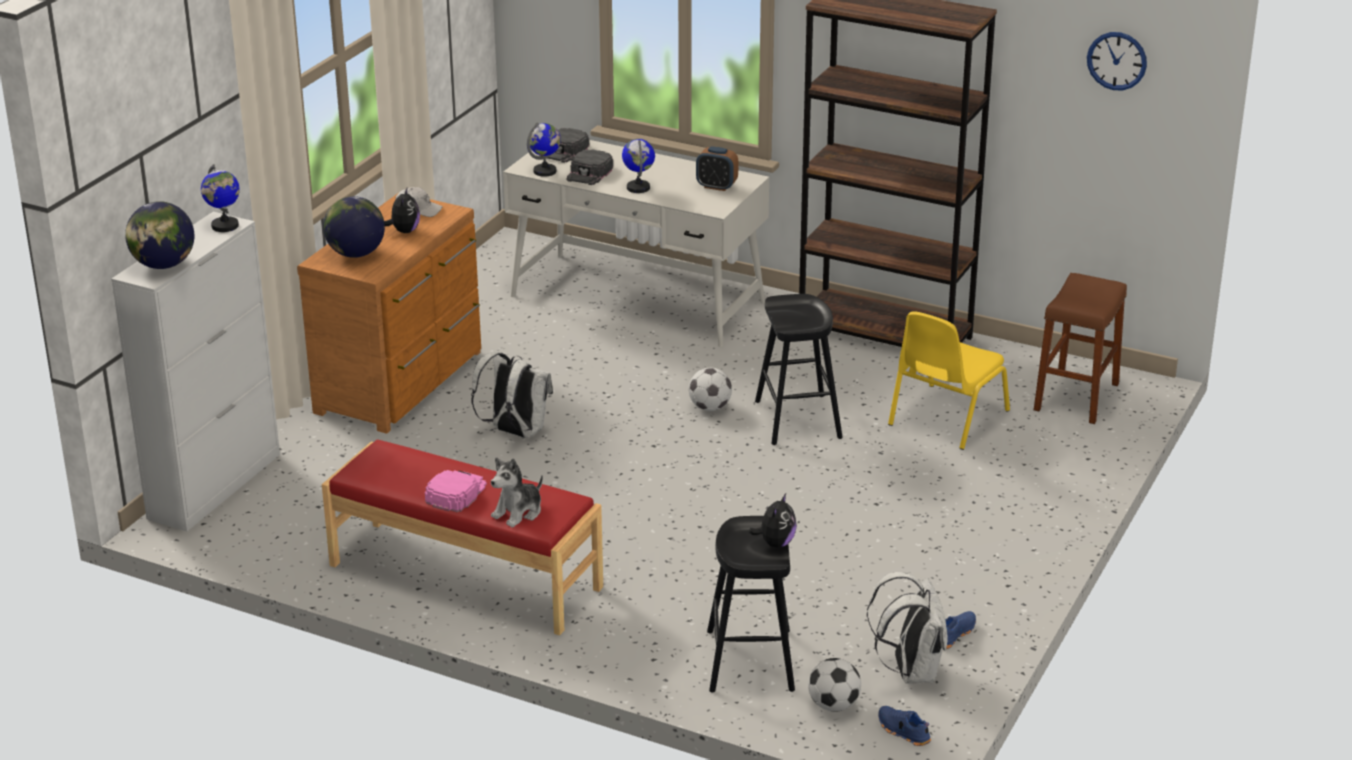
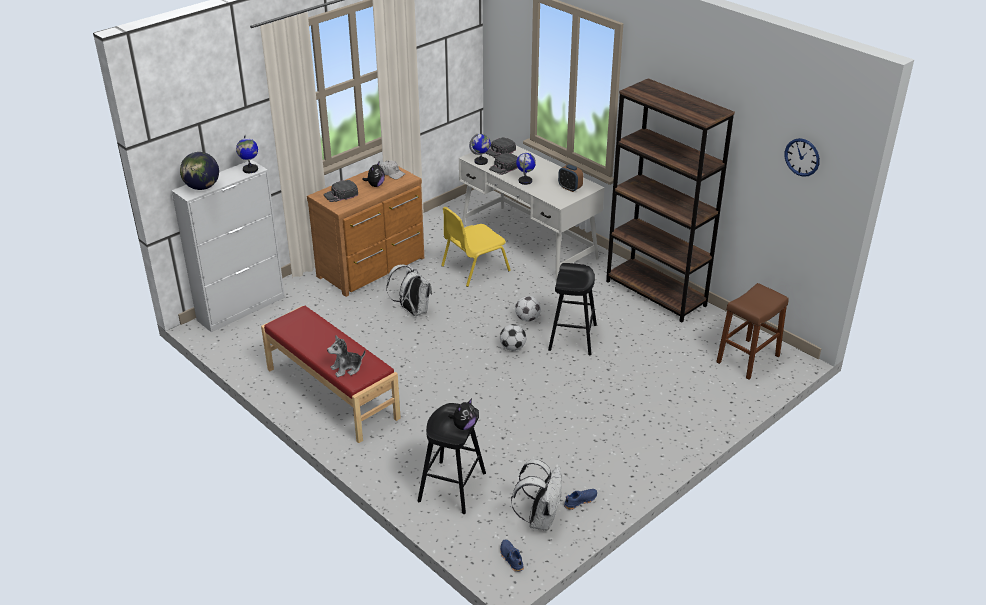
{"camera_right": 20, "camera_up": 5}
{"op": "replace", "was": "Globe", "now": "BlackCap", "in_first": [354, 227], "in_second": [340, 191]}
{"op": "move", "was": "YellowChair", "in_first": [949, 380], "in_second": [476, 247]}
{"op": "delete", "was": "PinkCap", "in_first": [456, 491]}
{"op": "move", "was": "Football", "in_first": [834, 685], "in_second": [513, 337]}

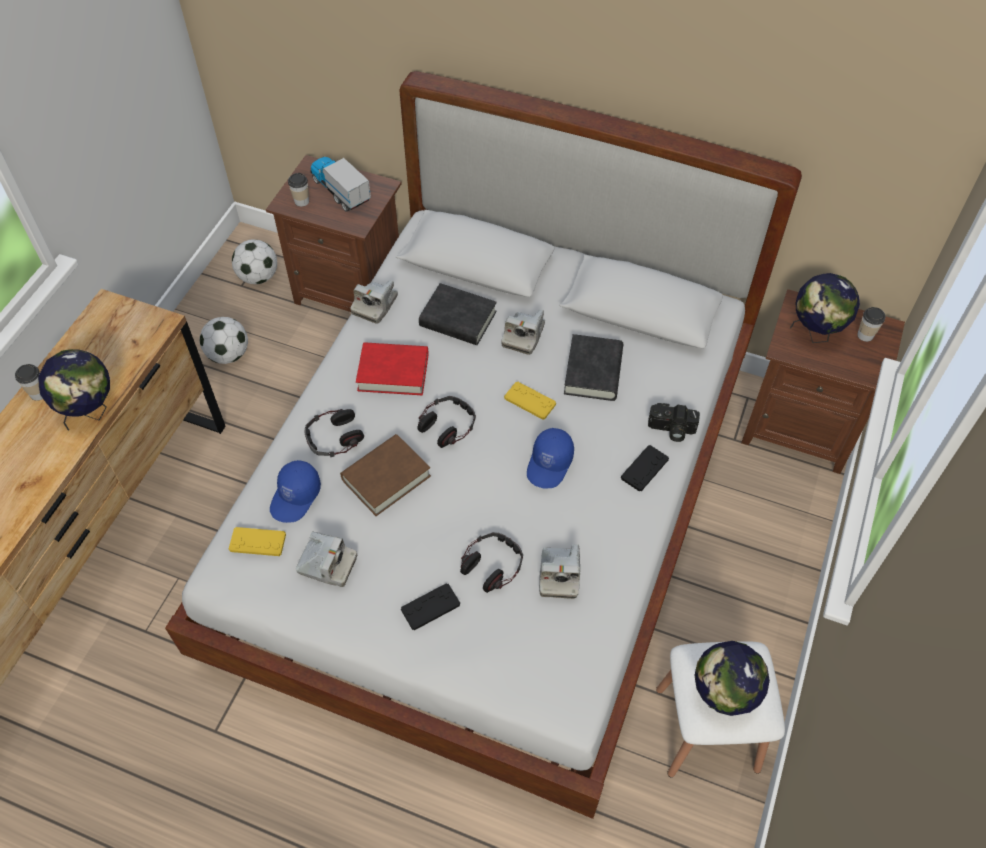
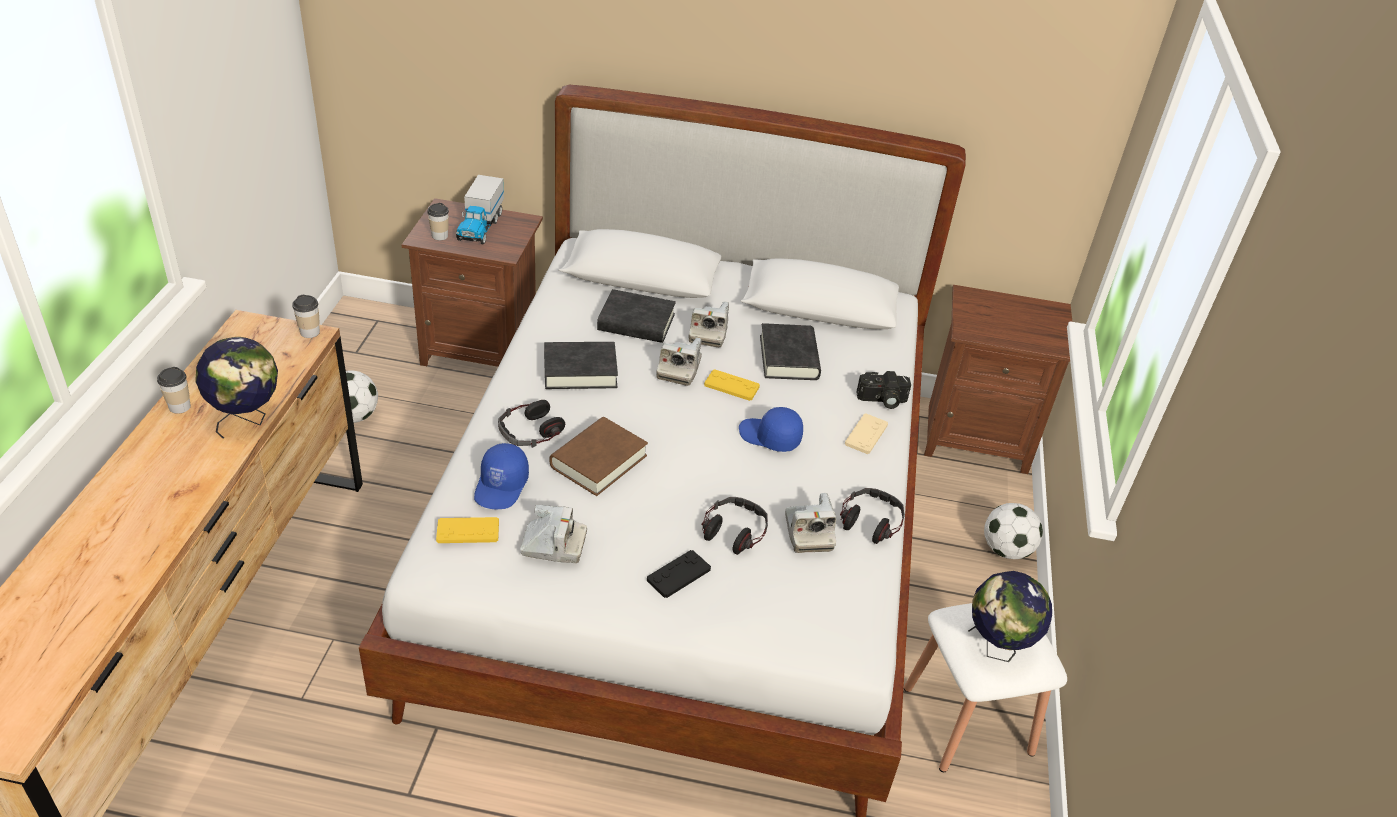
{"camera_right": -15, "camera_up": -15}
{"op": "rotate", "was": "ToyTruck", "in_first": [340, 184], "in_second": [480, 209], "clockwise": -120}
{"op": "move", "was": "Football", "in_first": [254, 261], "in_second": [1013, 531]}
{"op": "delete", "was": "Globe", "in_first": [825, 308]}
{"op": "move", "was": "PhotoCamera", "in_first": [374, 302], "in_second": [679, 362]}
{"op": "move", "was": "Cup", "in_first": [871, 324], "in_second": [306, 316]}
{"op": "recolor", "was": "RedBook", "now": "BlackBook", "in_first": [392, 368], "in_second": [581, 365]}
{"op": "move", "was": "Headphones", "in_first": [446, 422], "in_second": [872, 516]}
{"op": "rotate", "was": "BlueCap", "in_first": [550, 458], "in_second": [771, 429], "clockwise": 105}
{"op": "recolor", "was": "BlackGameController", "now": "BeigeGameController", "in_first": [645, 468], "in_second": [866, 434]}

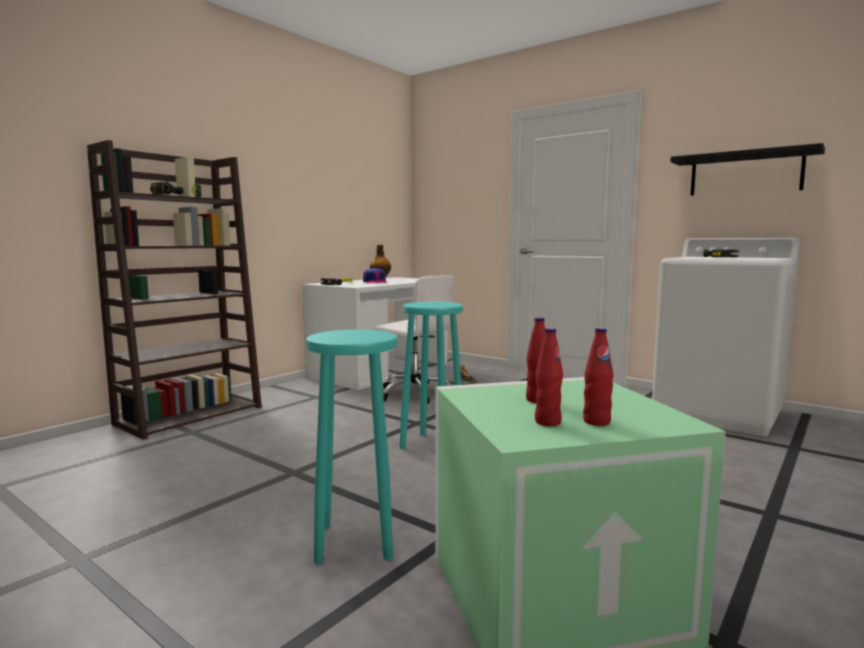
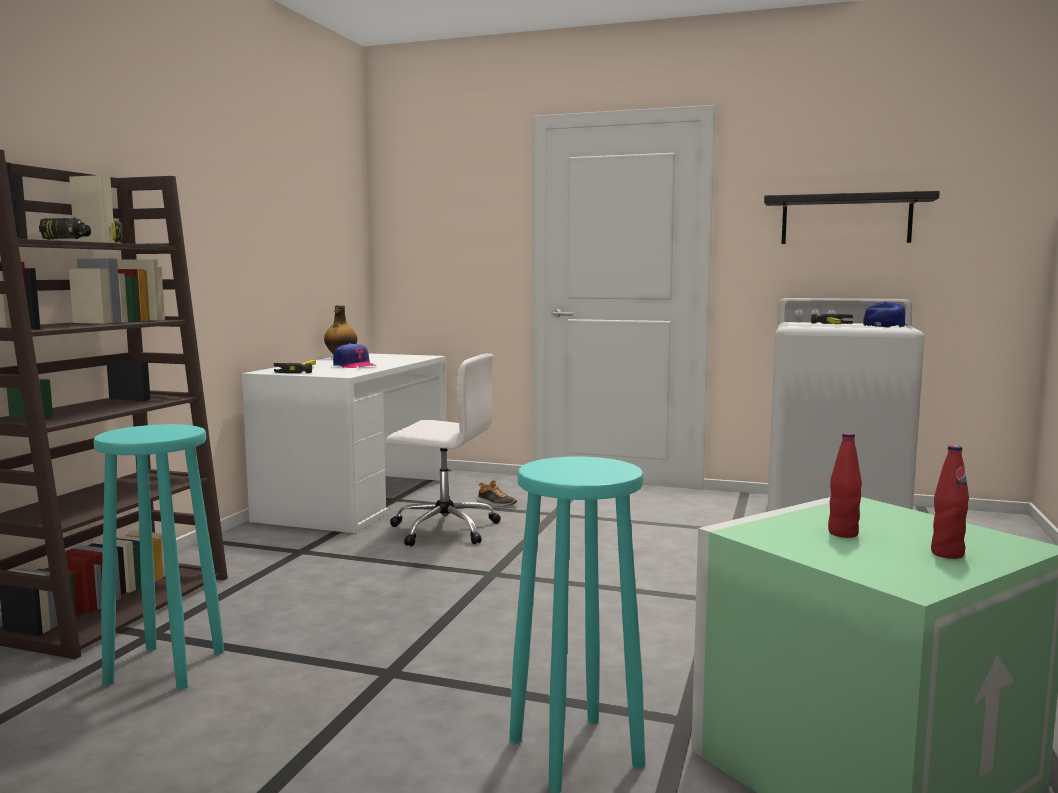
{"camera_right": -20, "camera_up": 0}
{"op": "move", "was": "TurquoiseStool", "in_first": [431, 375], "in_second": [159, 557]}
{"op": "delete", "was": "RedBottle", "in_first": [549, 377]}
{"op": "insert", "now": "Cap", "in_second": [885, 314]}

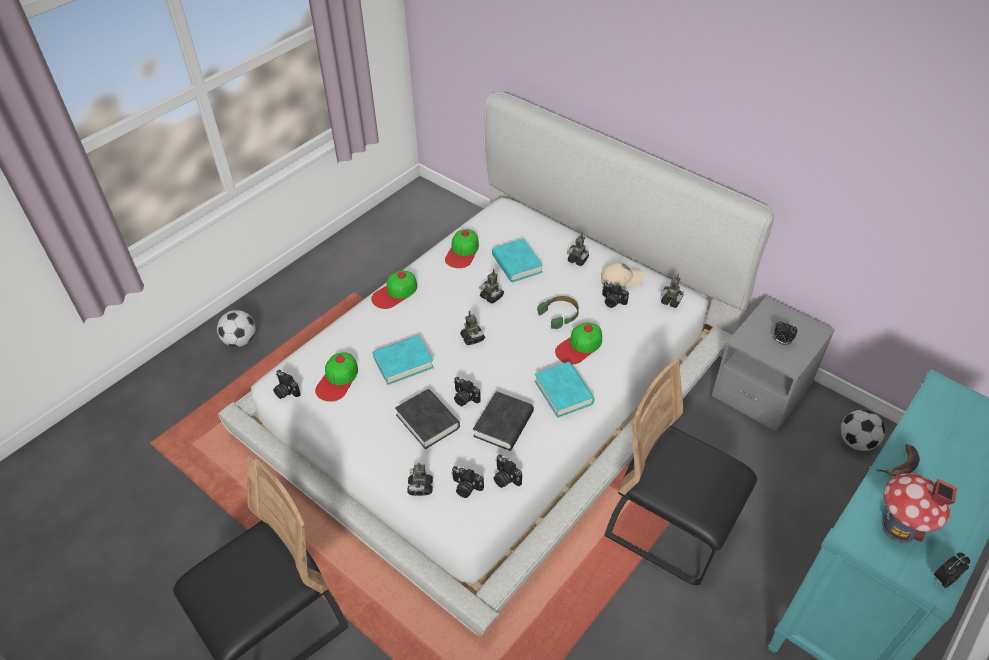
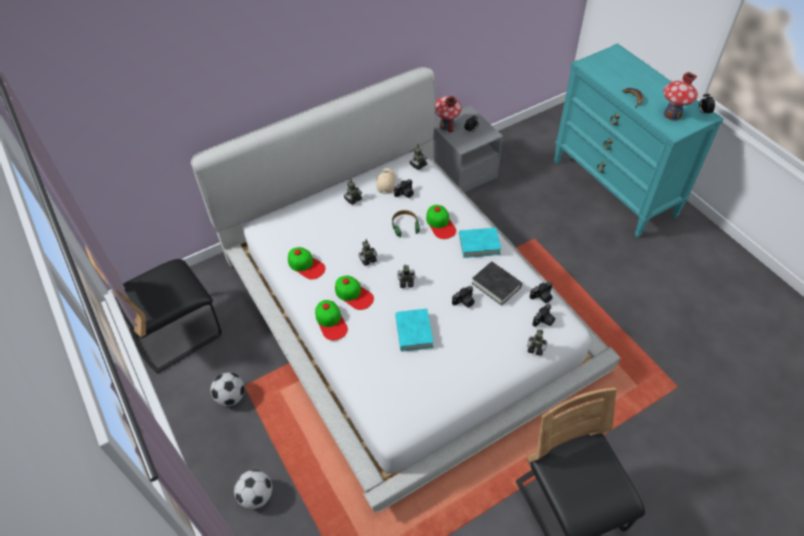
{"camera_right": -70, "camera_up": 5}
{"op": "delete", "was": "TurquoiseBook", "in_first": [517, 260]}
{"op": "move", "was": "Cap", "in_first": [336, 377], "in_second": [354, 293]}
{"op": "move", "was": "BlackChair", "in_first": [680, 472], "in_second": [153, 309]}
{"op": "delete", "was": "PhotoCamera", "in_first": [287, 384]}
{"op": "delete", "was": "BlackBook", "in_first": [427, 419]}
{"op": "move", "was": "Football", "in_first": [862, 430], "in_second": [227, 389]}
{"op": "insert", "now": "ToyHouse", "in_second": [448, 114]}

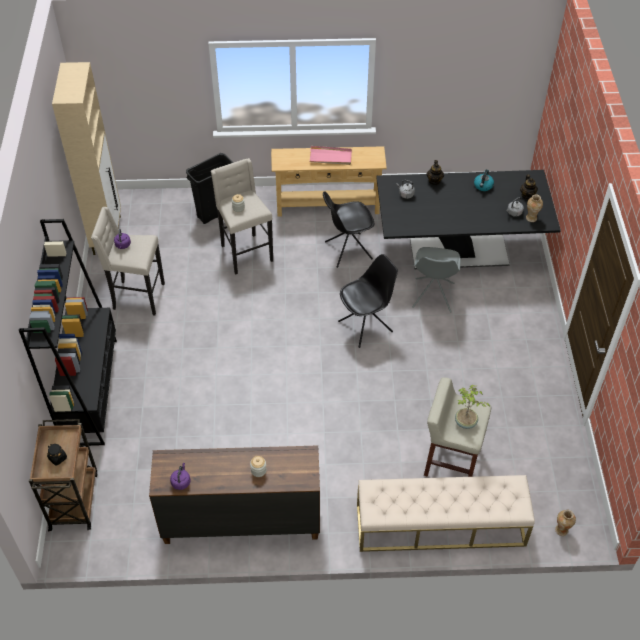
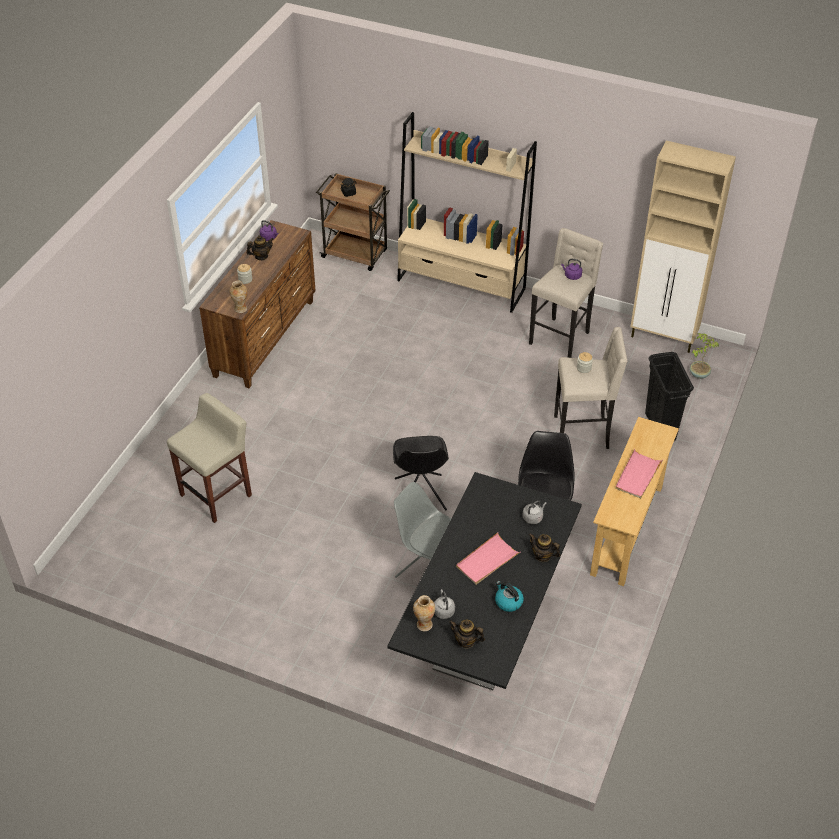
{"camera_right": 115, "camera_up": -5}
{"op": "recolor", "was": "BlackBookcase", "now": "BeigeBookcase", "in_first": [68, 332], "in_second": [467, 212]}
{"op": "move", "was": "PottedPlant", "in_first": [472, 407], "in_second": [704, 356]}
{"op": "delete", "was": "BeigeBench", "in_first": [446, 513]}
{"op": "move", "was": "Vase", "in_first": [565, 523], "in_second": [238, 296]}
{"op": "insert", "now": "Teapot", "in_second": [259, 247]}
{"op": "insert", "now": "PinkTray", "in_second": [488, 558]}

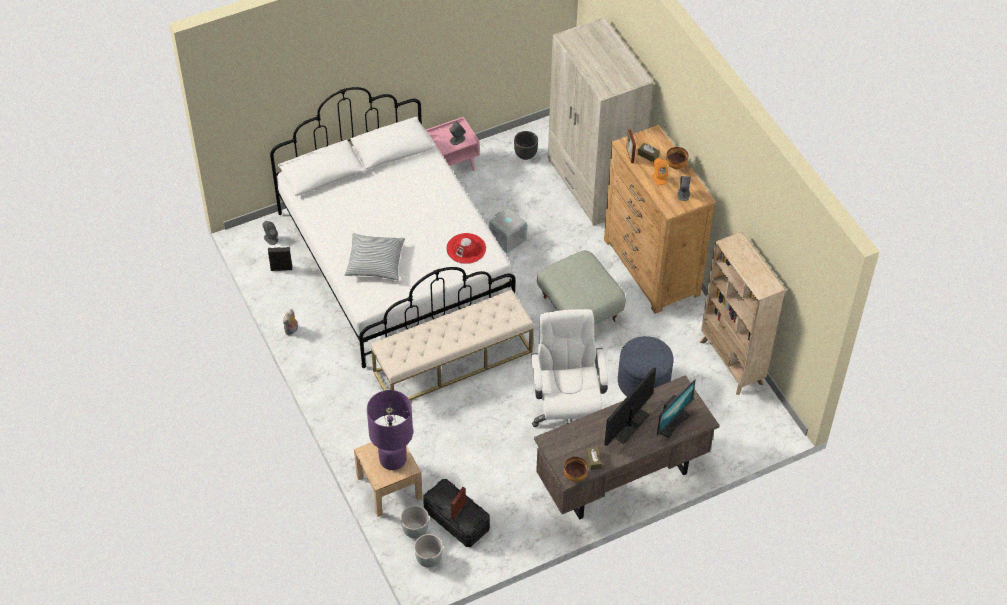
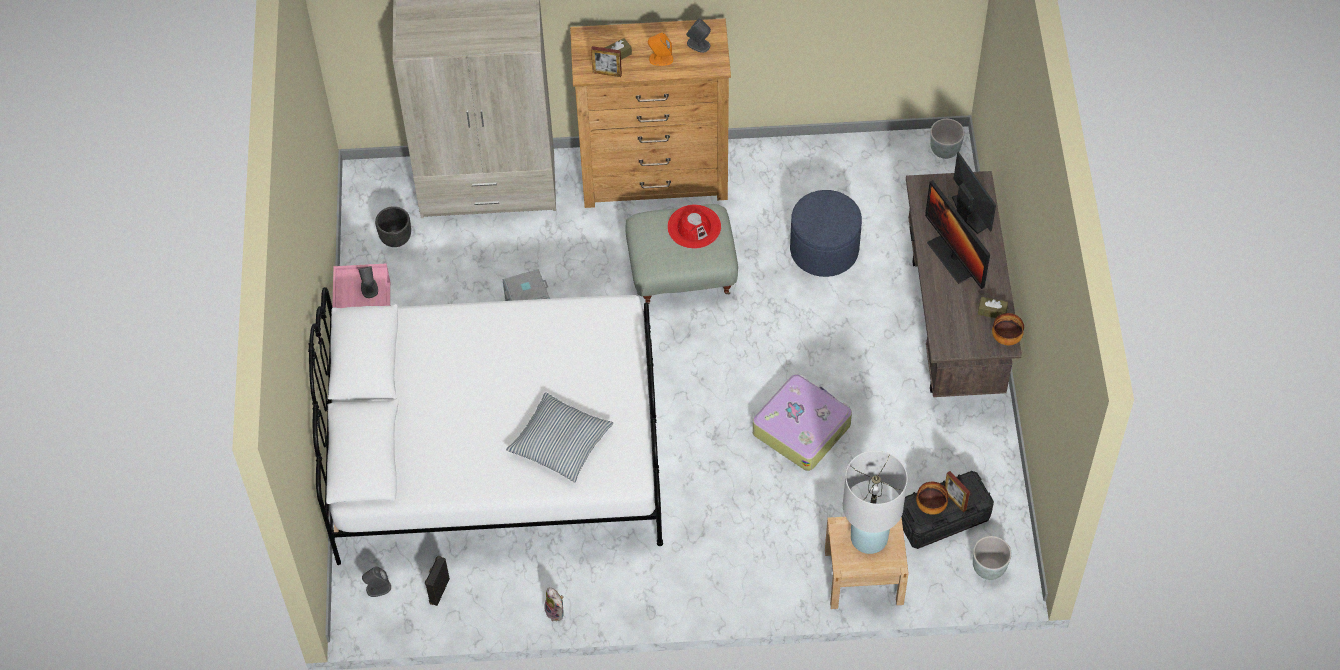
{"camera_right": -65, "camera_up": 5}
{"op": "move", "was": "Bowl", "in_first": [677, 158], "in_second": [932, 498]}
{"op": "delete", "was": "BeigeBookcase", "in_first": [742, 313]}
{"op": "move", "was": "RedHat", "in_first": [466, 248], "in_second": [694, 227]}
{"op": "delete", "was": "BeigeBench", "in_first": [452, 345]}
{"op": "delete", "was": "WhiteOfficeChair", "in_first": [569, 368]}
{"op": "recolor", "was": "PurpleTableLamp", "now": "WhiteTableLamp", "in_first": [390, 430], "in_second": [875, 502]}
{"op": "move", "was": "GreyPlanter", "in_first": [414, 521], "in_second": [947, 139]}
{"op": "insert", "now": "Suitcase", "in_second": [802, 422]}

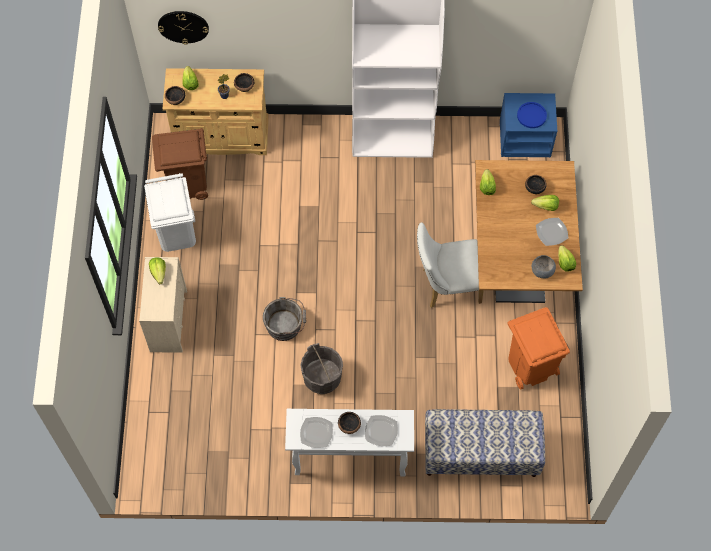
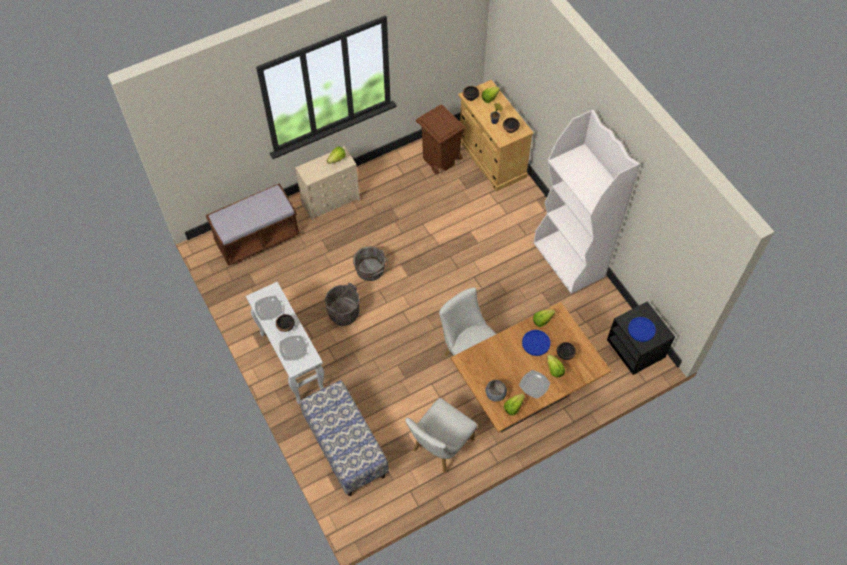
{"camera_right": 60, "camera_up": -5}
{"op": "delete", "was": "WallClock", "in_first": [183, 28]}
{"op": "recolor", "was": "BlueNightstand", "now": "BlackNightstand", "in_first": [528, 125], "in_second": [641, 338]}
{"op": "delete", "was": "WhiteTrashCan", "in_first": [170, 212]}
{"op": "replace", "was": "OrangeTrashCan", "now": "WhiteChair", "in_first": [538, 348], "in_second": [441, 435]}
{"op": "insert", "now": "BrownBench", "in_second": [253, 224]}
{"op": "insert", "now": "BluePlate", "in_second": [536, 343]}

